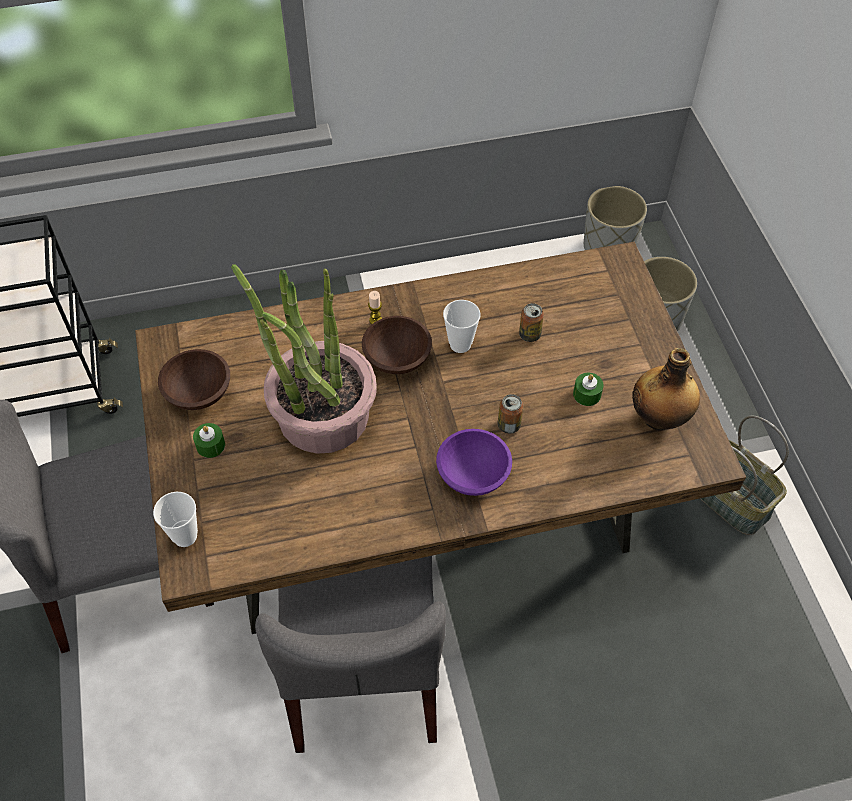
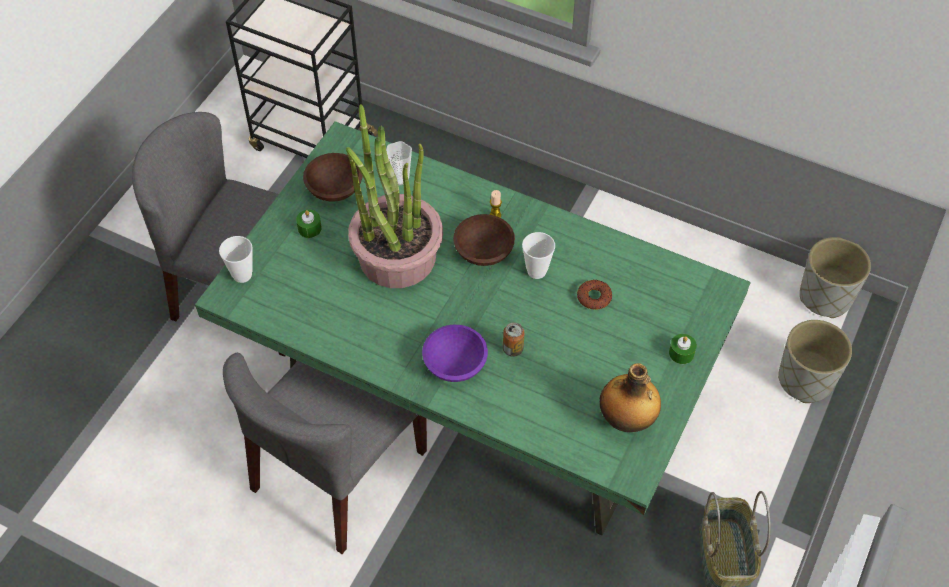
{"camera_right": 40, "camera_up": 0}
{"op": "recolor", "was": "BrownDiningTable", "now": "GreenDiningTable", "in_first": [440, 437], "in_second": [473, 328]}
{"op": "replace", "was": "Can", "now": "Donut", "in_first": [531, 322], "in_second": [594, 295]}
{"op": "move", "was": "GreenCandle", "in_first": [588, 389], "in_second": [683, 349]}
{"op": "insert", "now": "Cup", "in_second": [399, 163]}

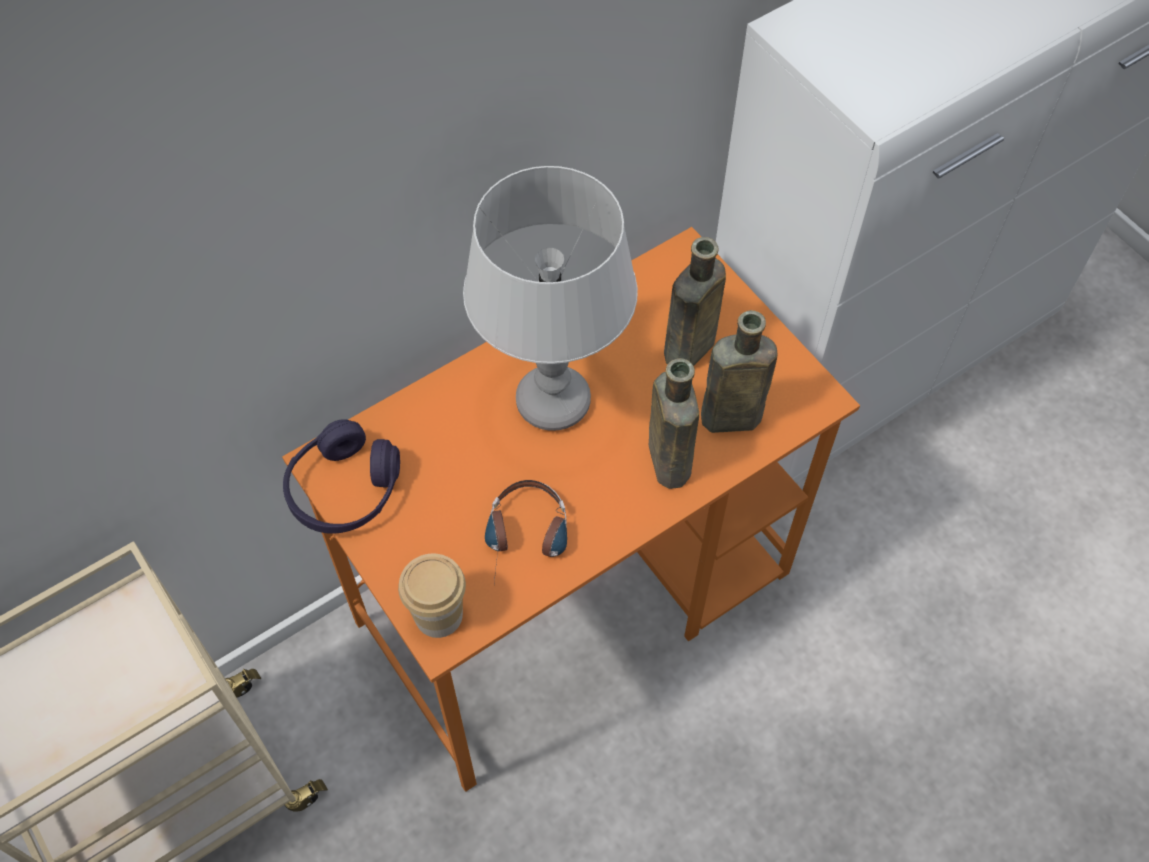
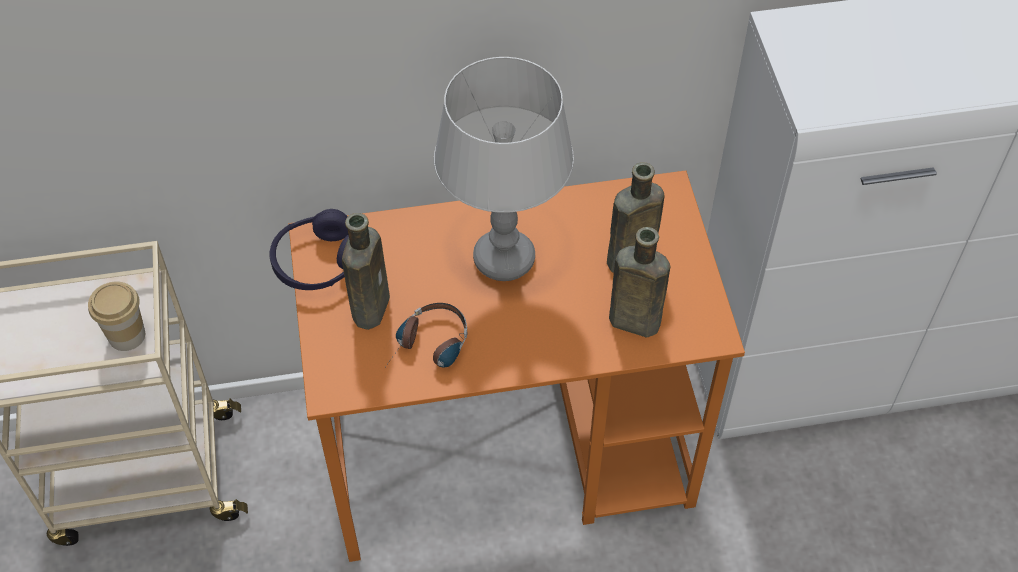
{"camera_right": 25, "camera_up": -5}
{"op": "move", "was": "BrownBottle", "in_first": [673, 423], "in_second": [366, 271]}
{"op": "move", "was": "Cup", "in_first": [432, 596], "in_second": [116, 316]}

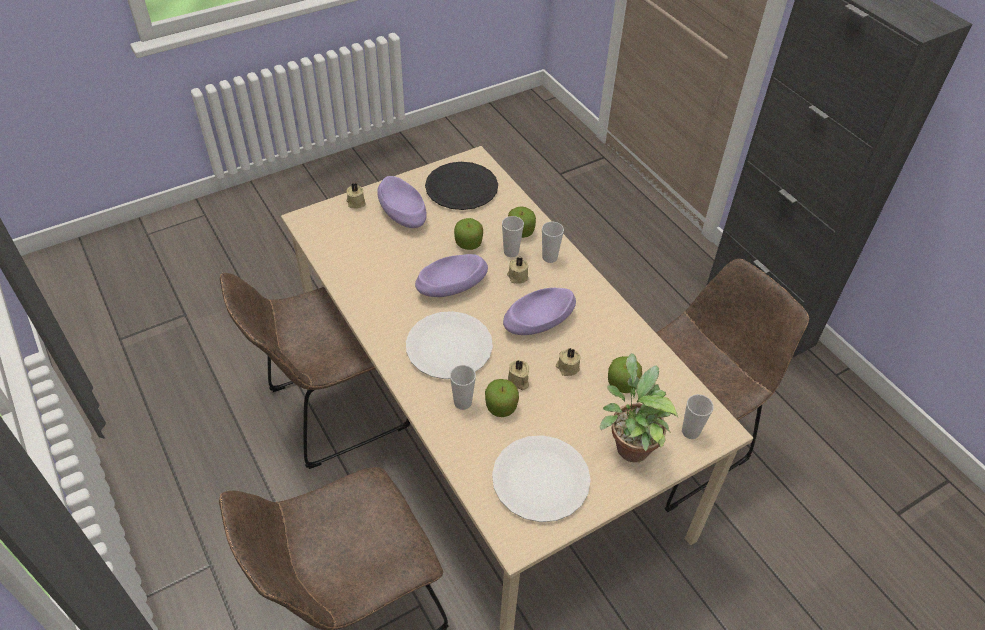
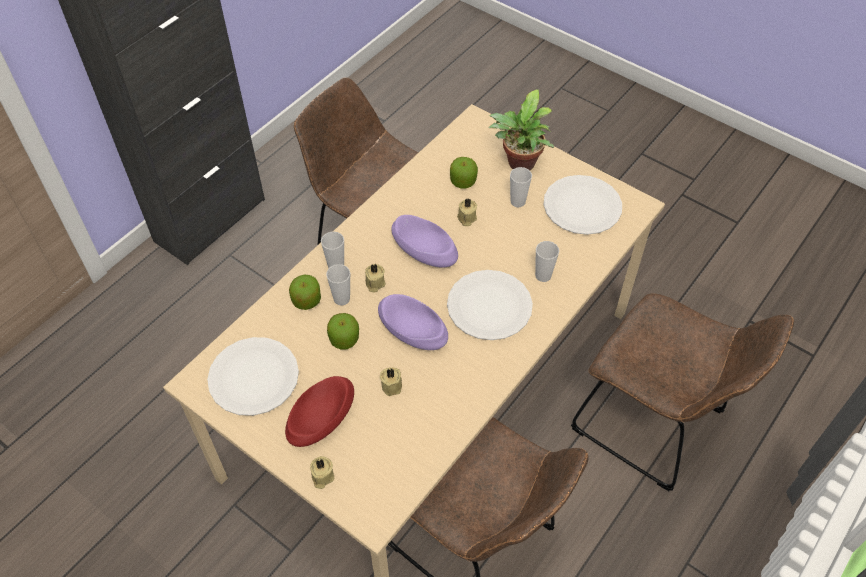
{"camera_right": -110, "camera_up": 5}
{"op": "recolor", "was": "BlackPlate", "now": "WhitePlate", "in_first": [461, 186], "in_second": [253, 376]}
{"op": "recolor", "was": "PurpleBowl", "now": "RedBowl", "in_first": [402, 202], "in_second": [319, 411]}
{"op": "move", "was": "BeigeCandle", "in_first": [518, 375], "in_second": [391, 381]}
{"op": "delete", "was": "Apple", "in_first": [502, 398]}
{"op": "move", "was": "Cup", "in_first": [698, 416], "in_second": [521, 187]}

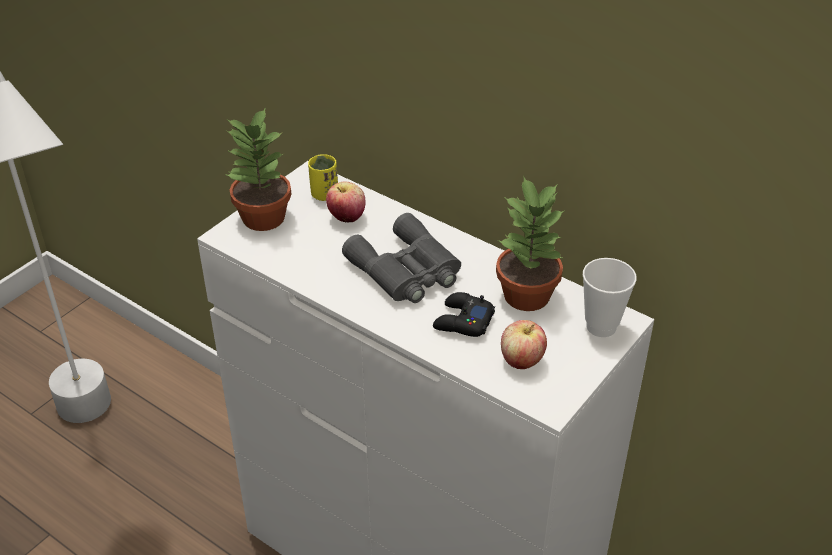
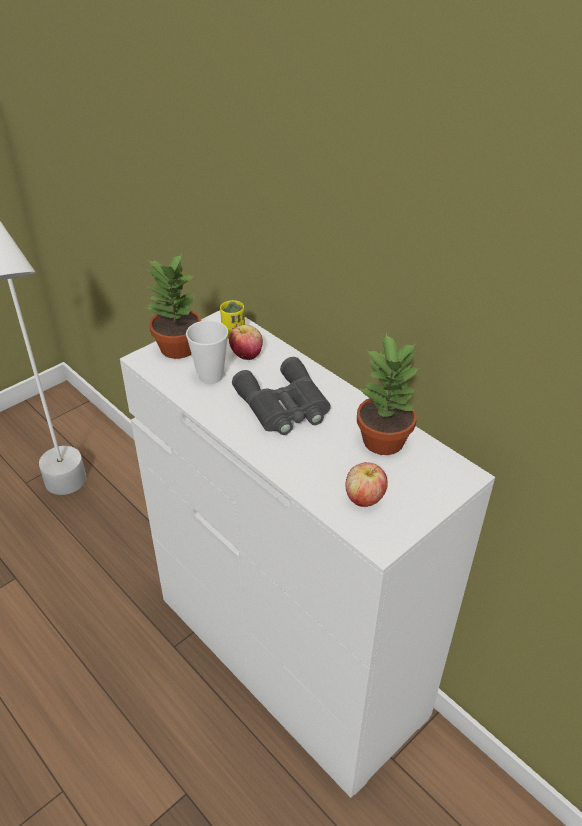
{"camera_right": 10, "camera_up": 0}
{"op": "move", "was": "Cup", "in_first": [610, 297], "in_second": [207, 352]}
{"op": "delete", "was": "BlackGameController", "in_first": [464, 314]}

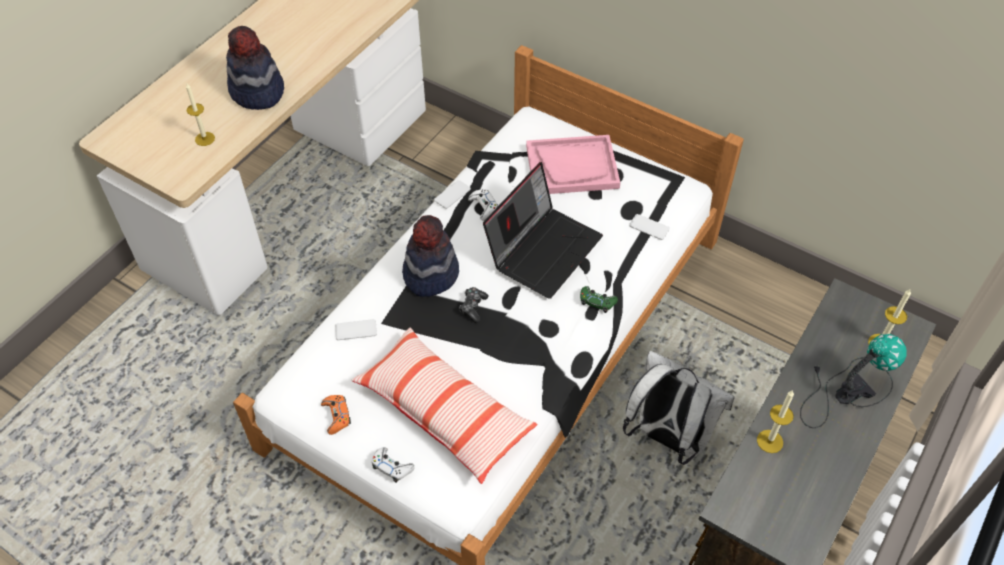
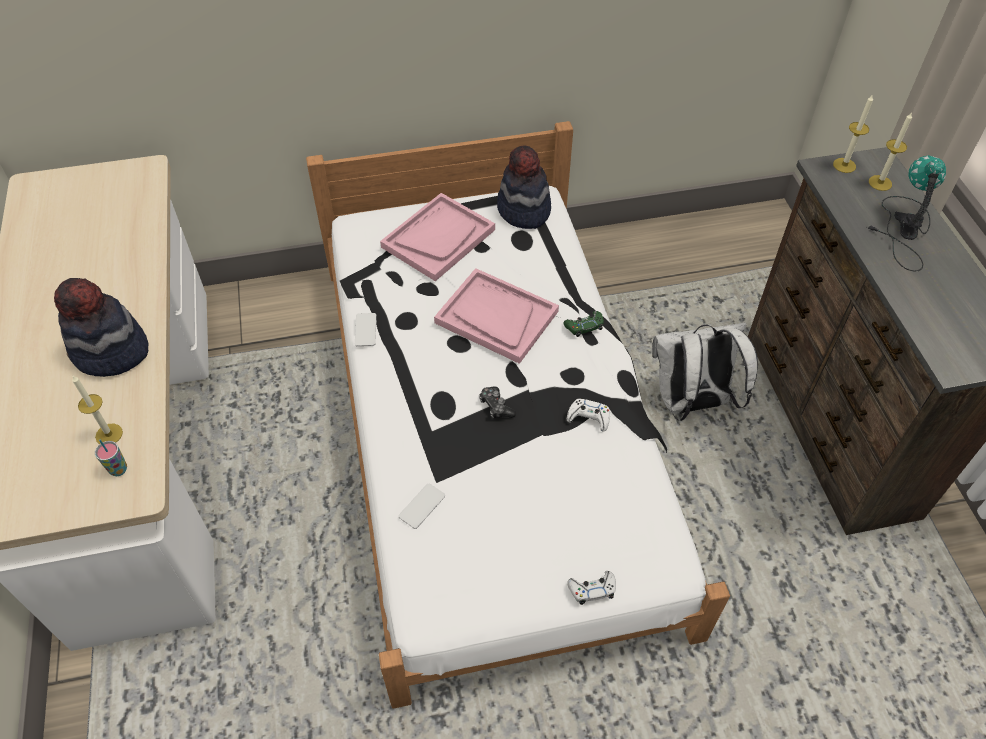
{"camera_right": -45, "camera_up": 0}
{"op": "replace", "was": "Laptop", "now": "PinkTray", "in_first": [543, 230], "in_second": [496, 316]}
{"op": "move", "was": "WhiteGameController", "in_first": [483, 205], "in_second": [588, 415]}
{"op": "delete", "was": "Phone", "in_first": [649, 227]}
{"op": "move", "was": "Hat", "in_first": [430, 256], "in_second": [524, 187]}
{"op": "delete", "was": "Pillow", "in_first": [444, 406]}
{"op": "move", "was": "Candle", "in_first": [775, 421], "in_second": [853, 133]}
{"op": "delete", "was": "OrangeGameController", "in_first": [336, 415]}
{"op": "insert", "now": "Cup", "in_second": [111, 458]}

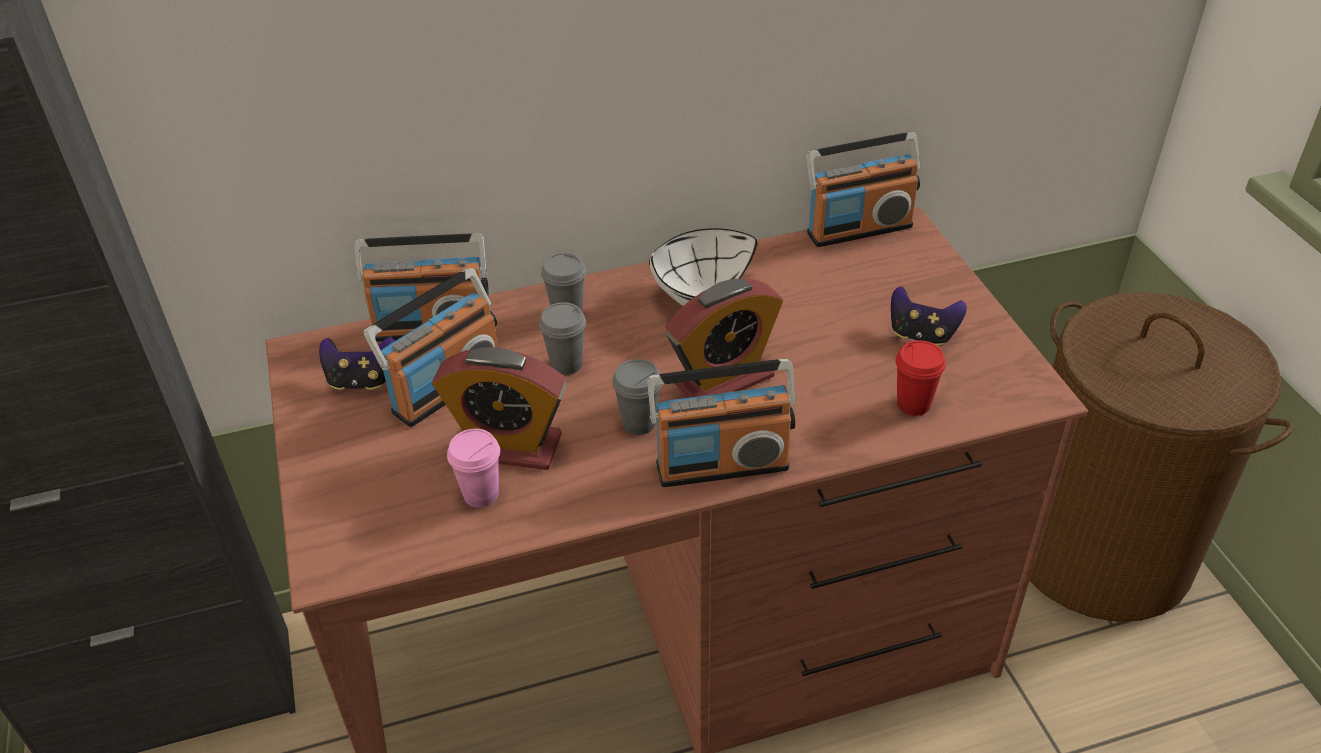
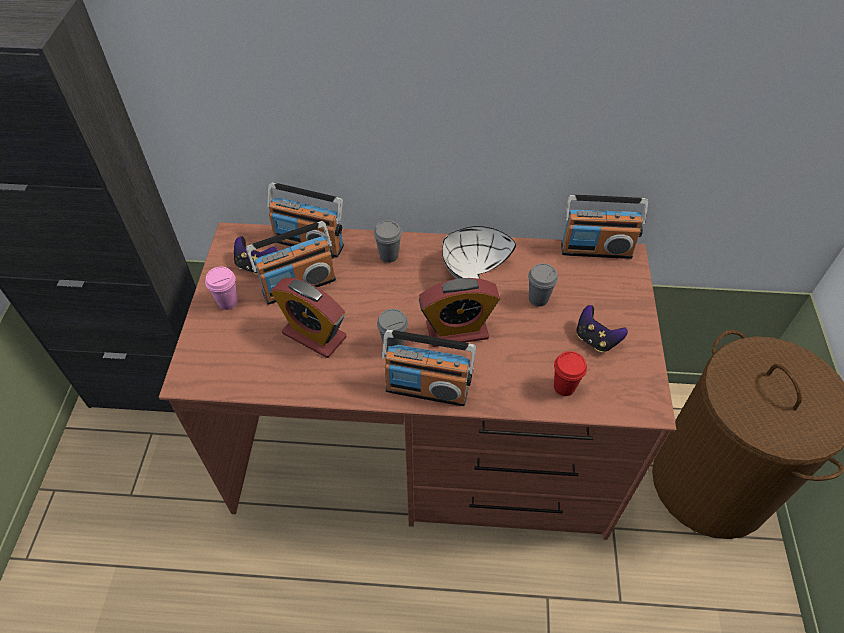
{"camera_right": 20, "camera_up": 10}
{"op": "move", "was": "GreyCup", "in_first": [562, 338], "in_second": [543, 285]}
{"op": "move", "was": "PinkCup", "in_first": [473, 468], "in_second": [221, 288]}

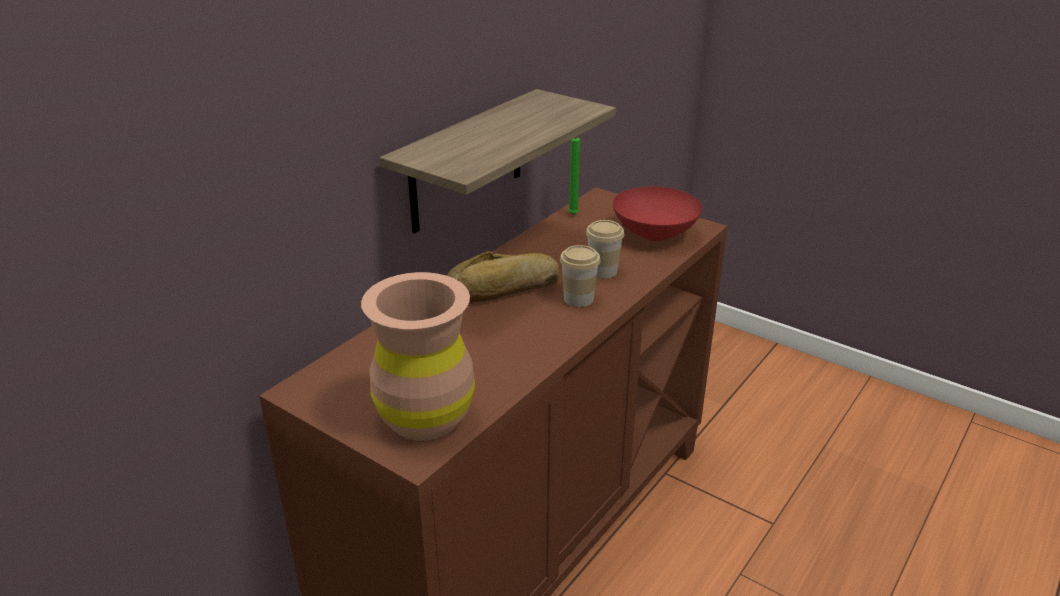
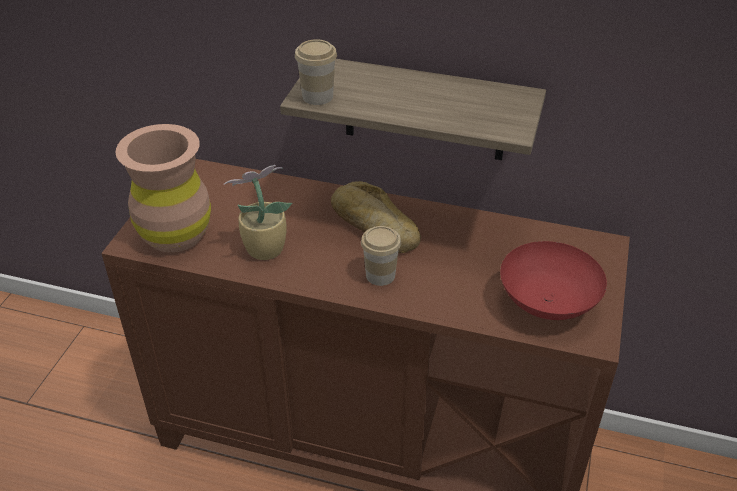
{"camera_right": 70, "camera_up": 10}
{"op": "delete", "was": "GreenCandle", "in_first": [574, 176]}
{"op": "move", "was": "Cup", "in_first": [605, 249], "in_second": [316, 72]}
{"op": "insert", "now": "PottedPlant", "in_second": [258, 212]}

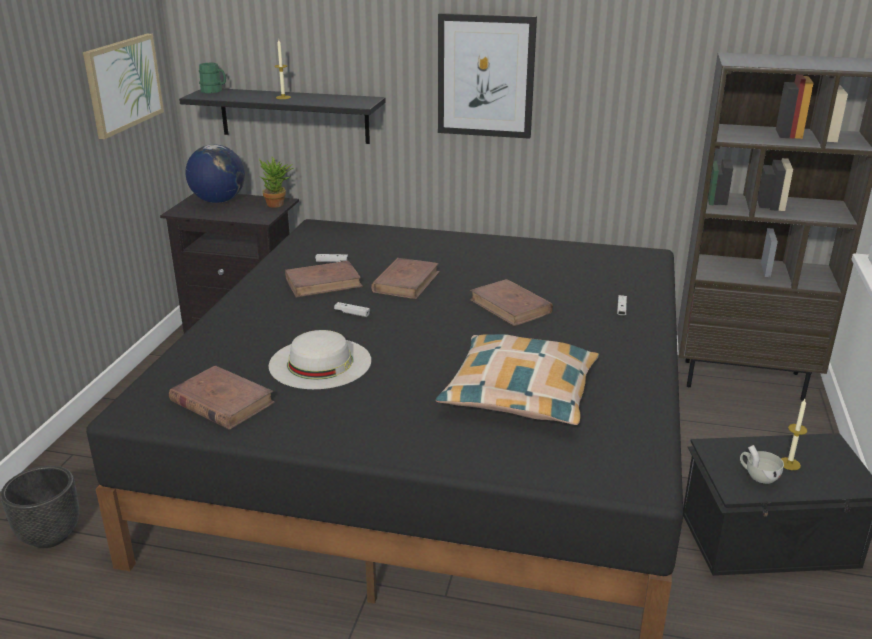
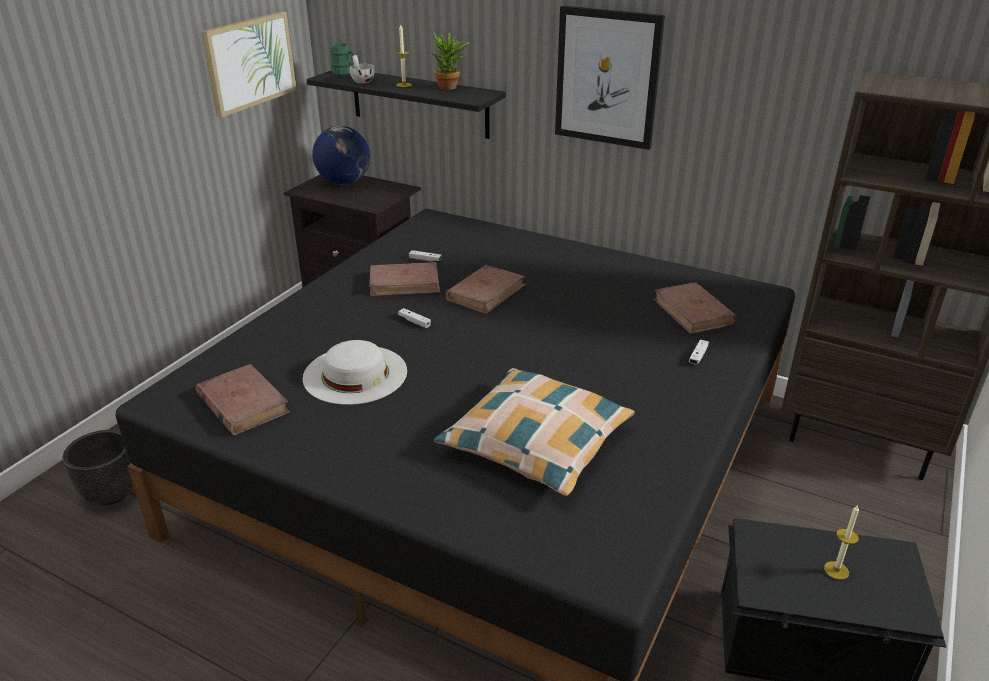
{"camera_right": 15, "camera_up": 5}
{"op": "move", "was": "PottedPlant", "in_first": [276, 182], "in_second": [450, 61]}
{"op": "move", "was": "BrownBook", "in_first": [511, 302], "in_second": [694, 308]}
{"op": "move", "was": "WhiteCup", "in_first": [762, 464], "in_second": [362, 69]}

